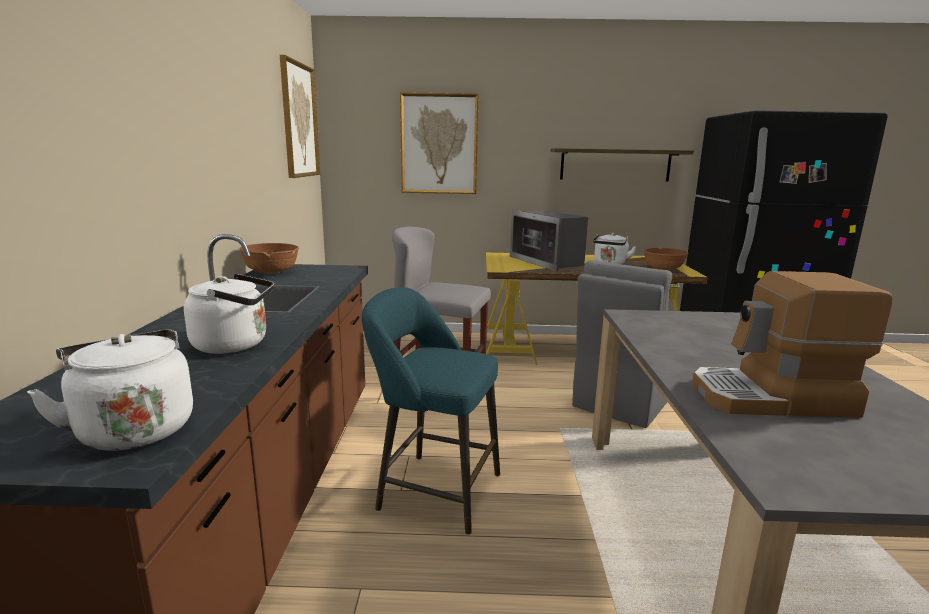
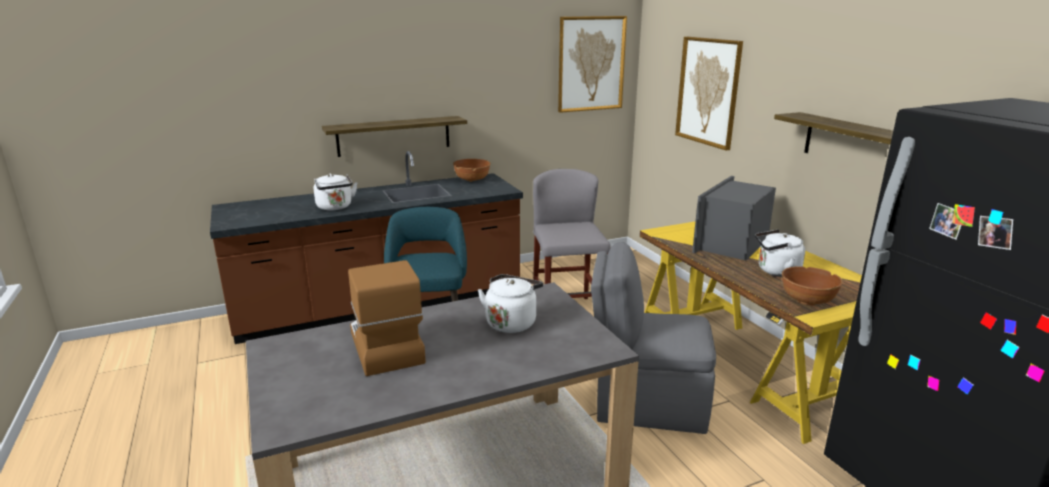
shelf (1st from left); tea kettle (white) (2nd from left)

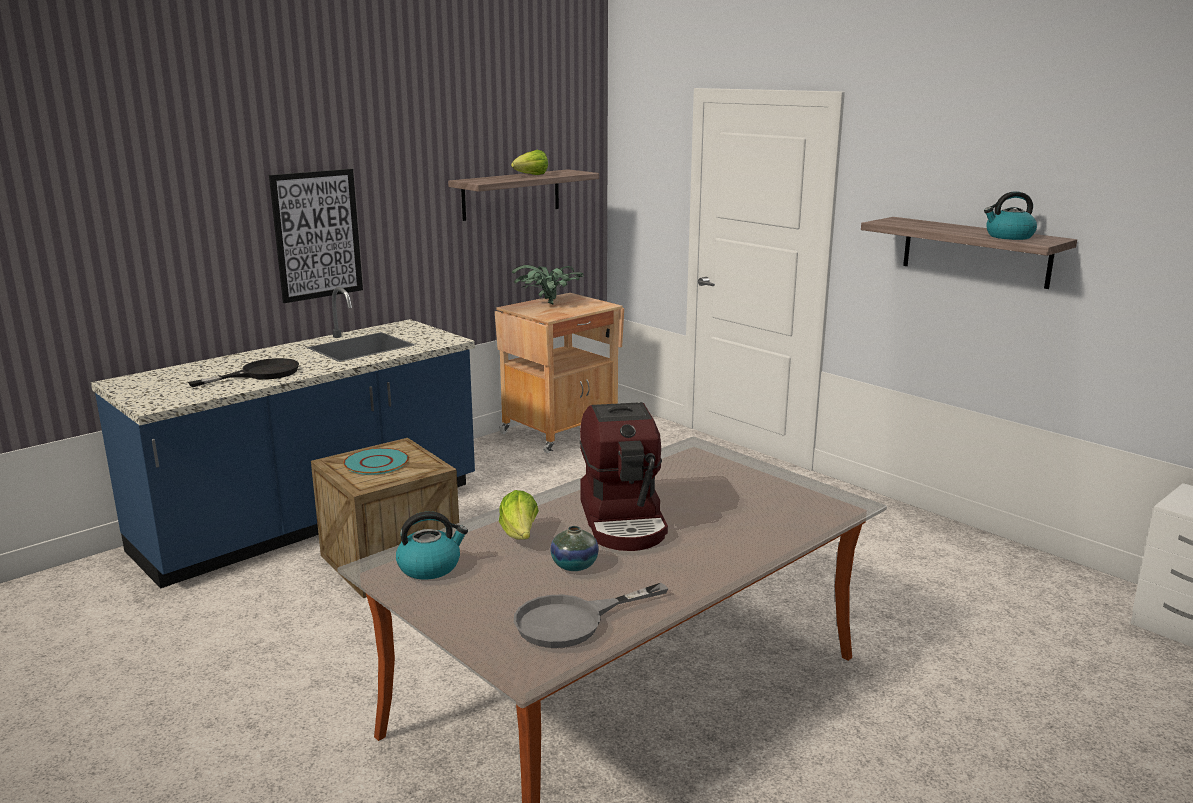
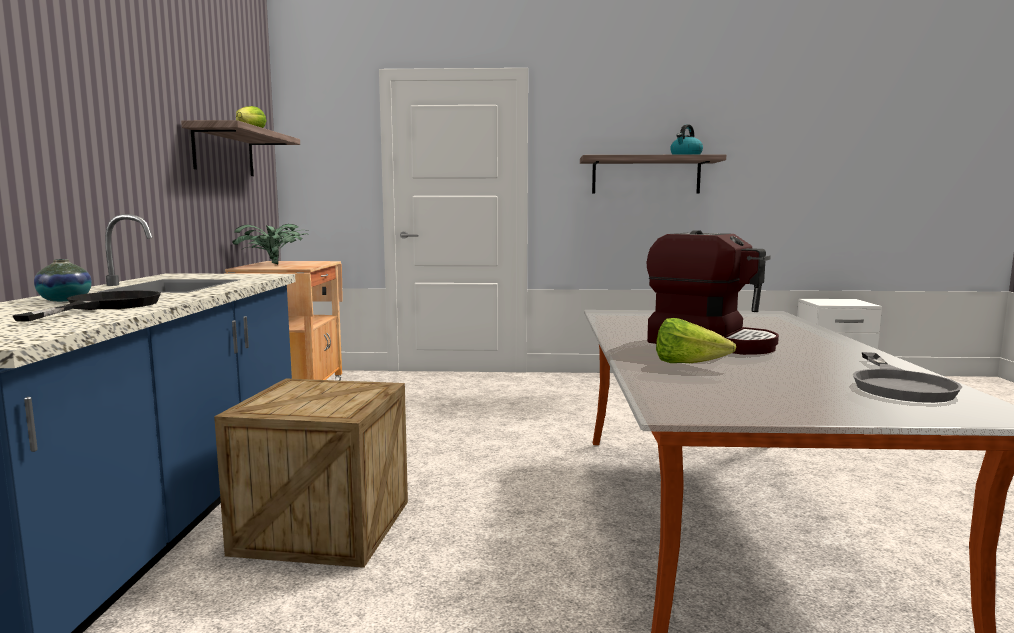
wall picture; flat dish (blue-green); tea kettle (1st from left in the first image); decorative vase

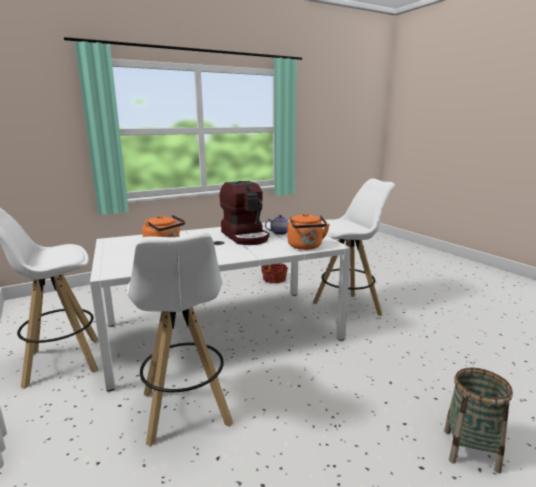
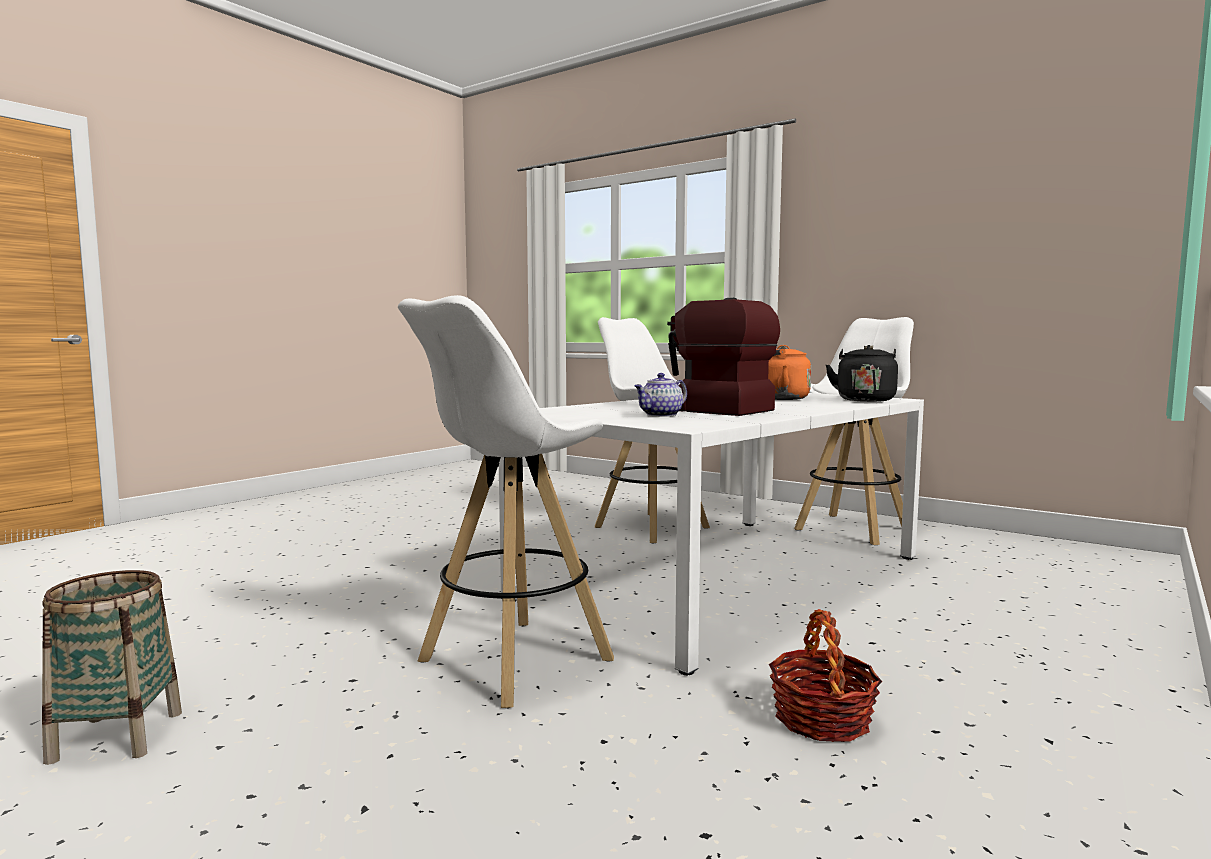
tea kettle (orange) (2nd from left in the first image); tea kettle (black-coloured); basket (1st from left)

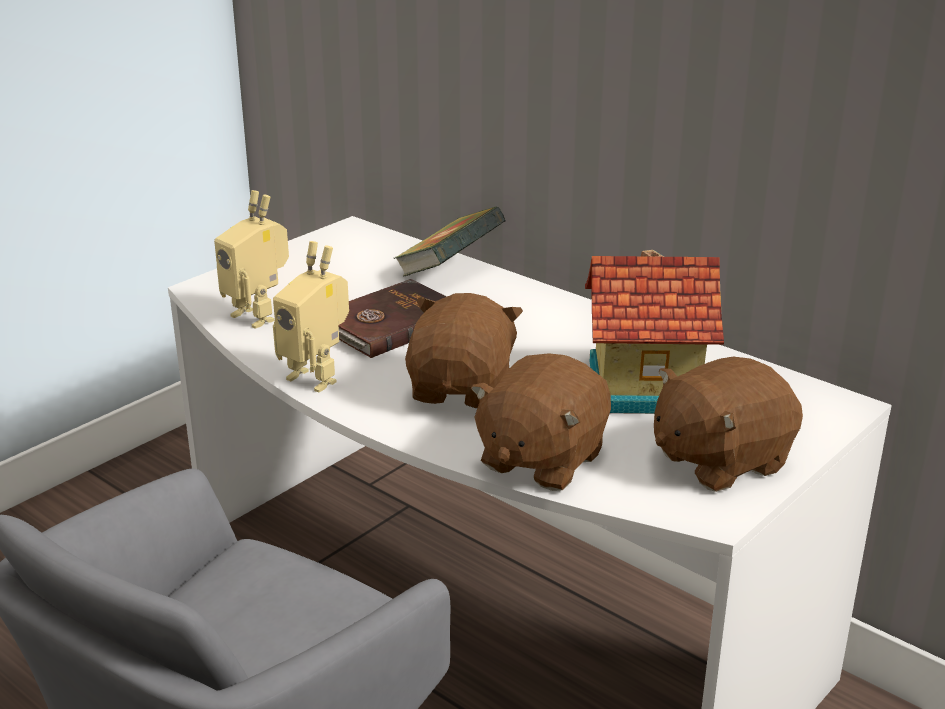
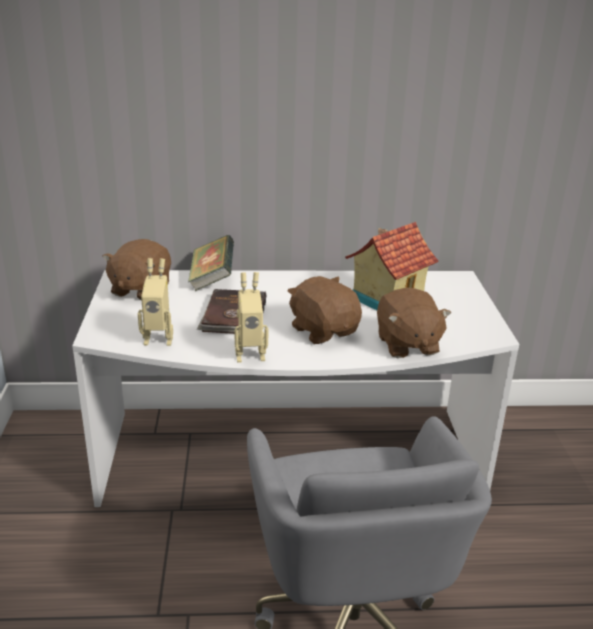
soft toy (brown) (1st from left)

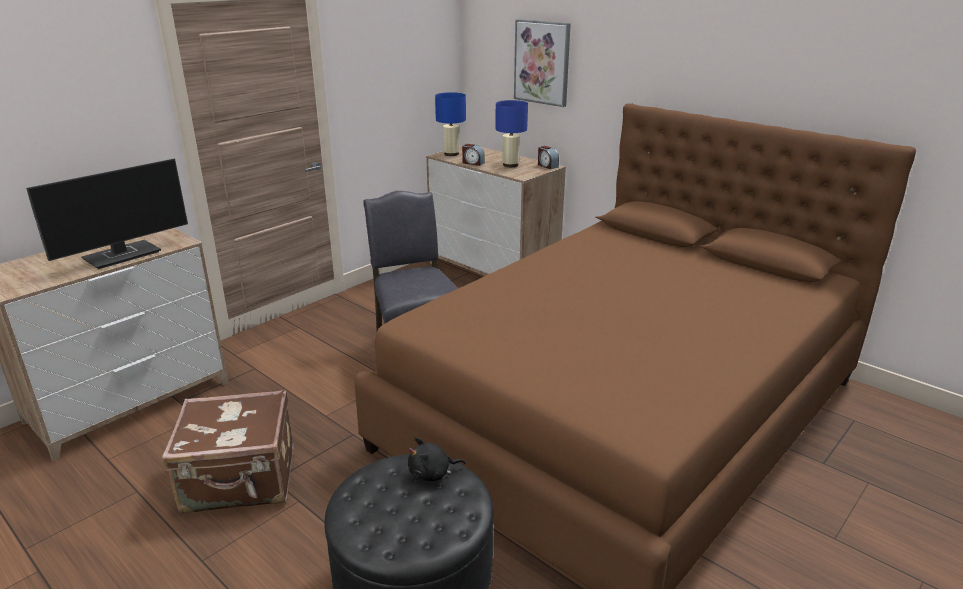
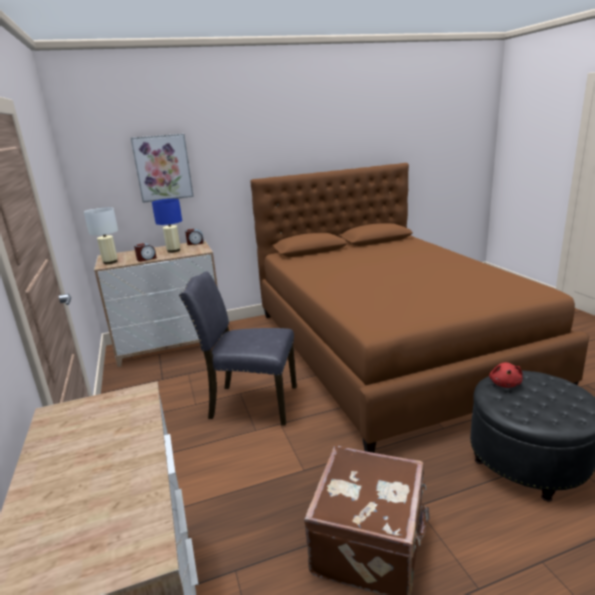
computer screen; soft toy (red-coloured); lamp for a table (white)

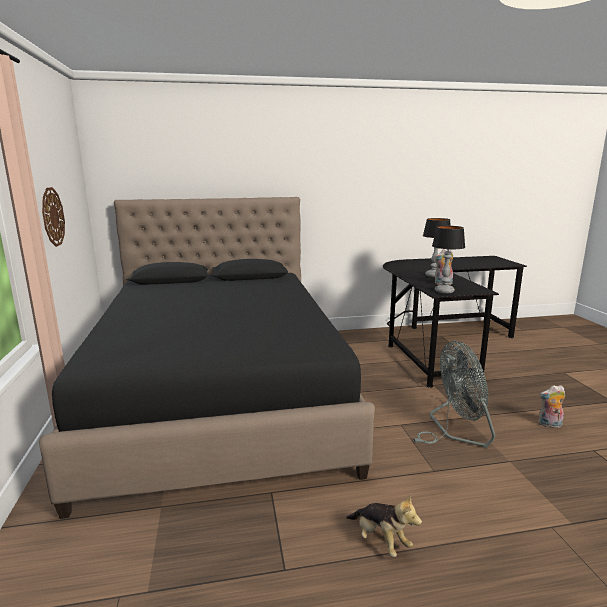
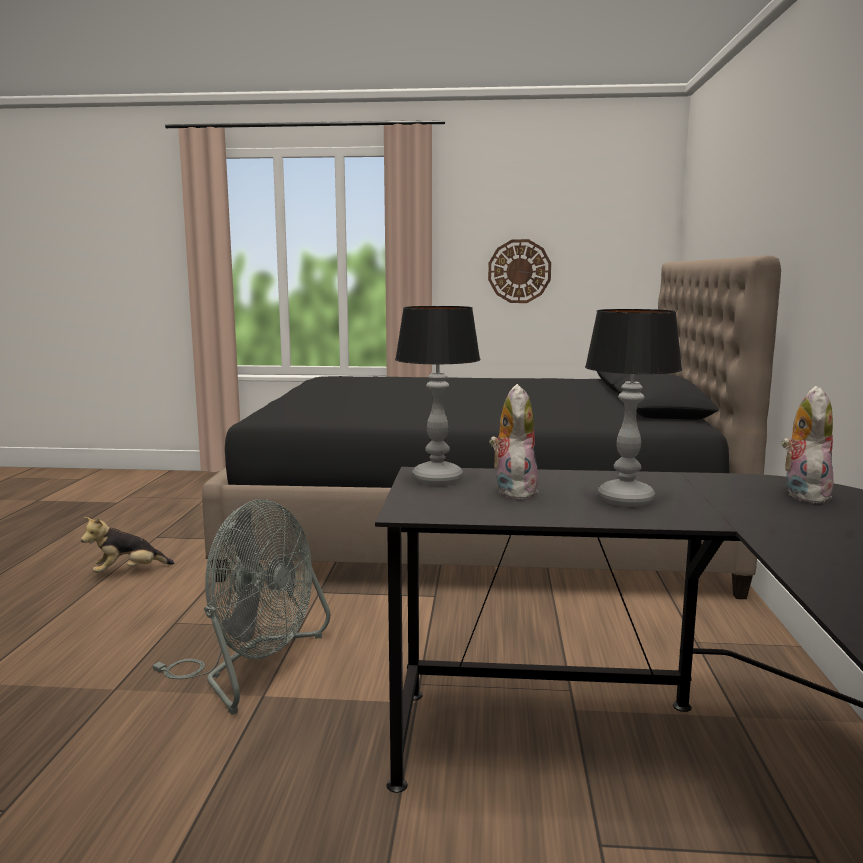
soft toy (3rd from left); cooling fan (grey)

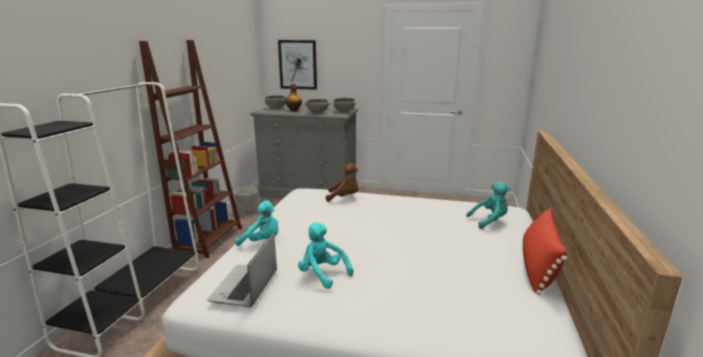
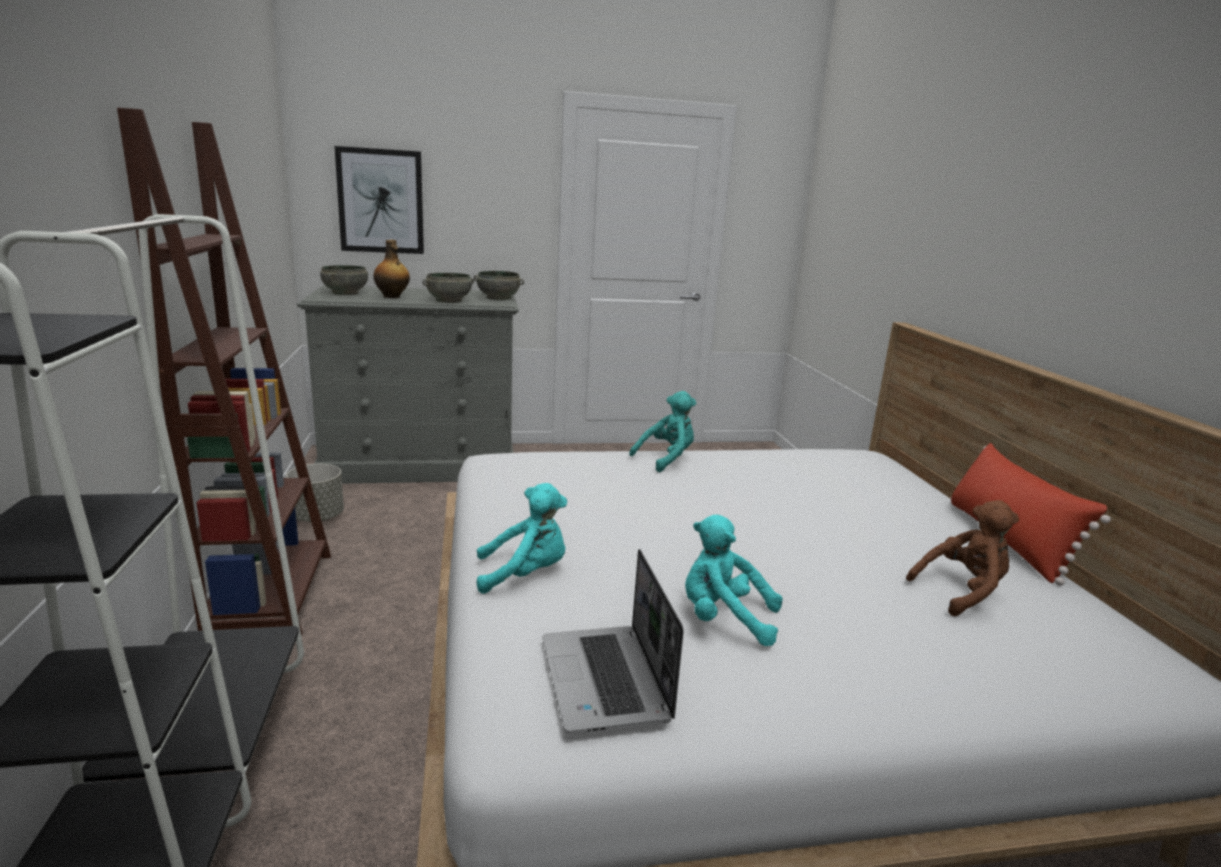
soft toy (brown); soft toy (blue-green) (2nd from left)

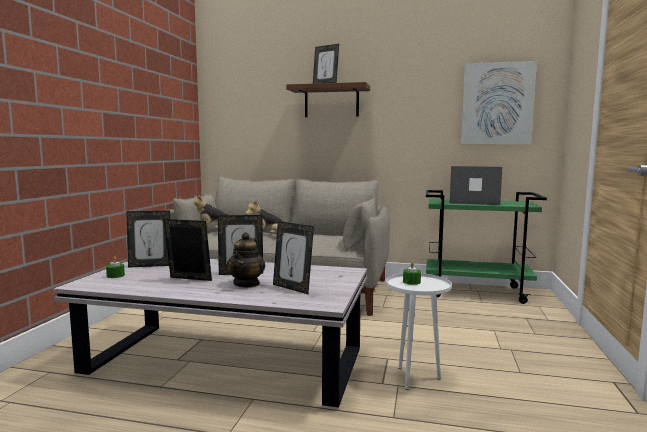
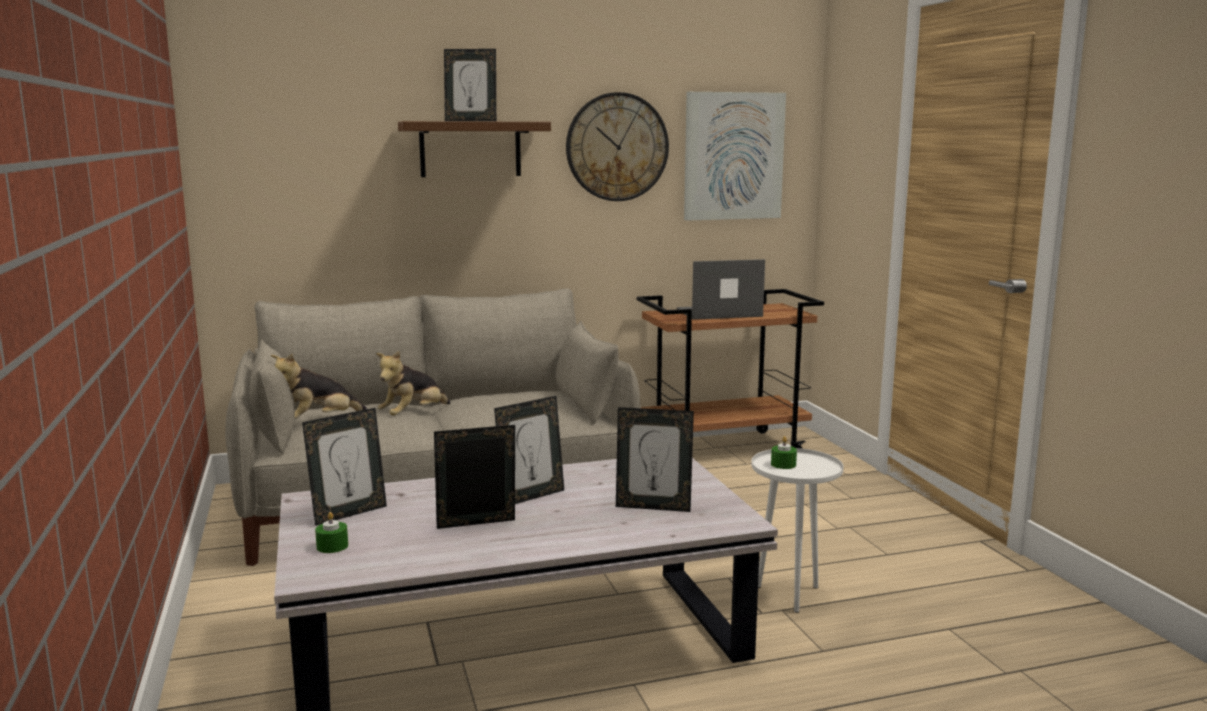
tea pot; clock on the wall; cart (brown)

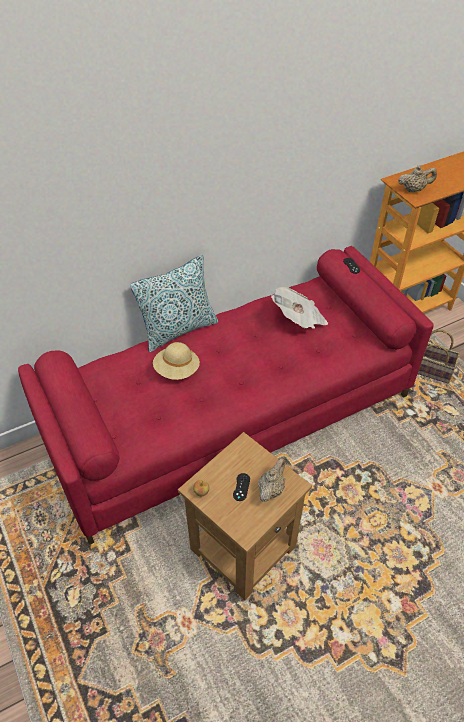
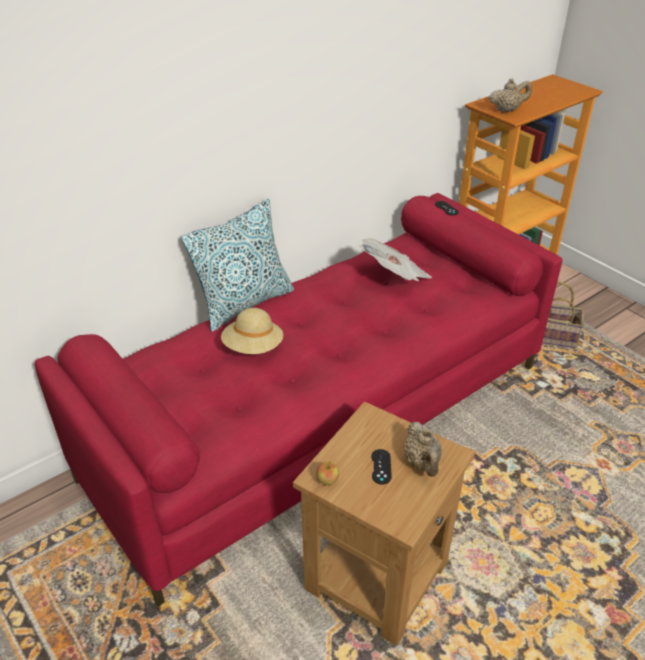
tea pot (sand-coloured) (1st from left)

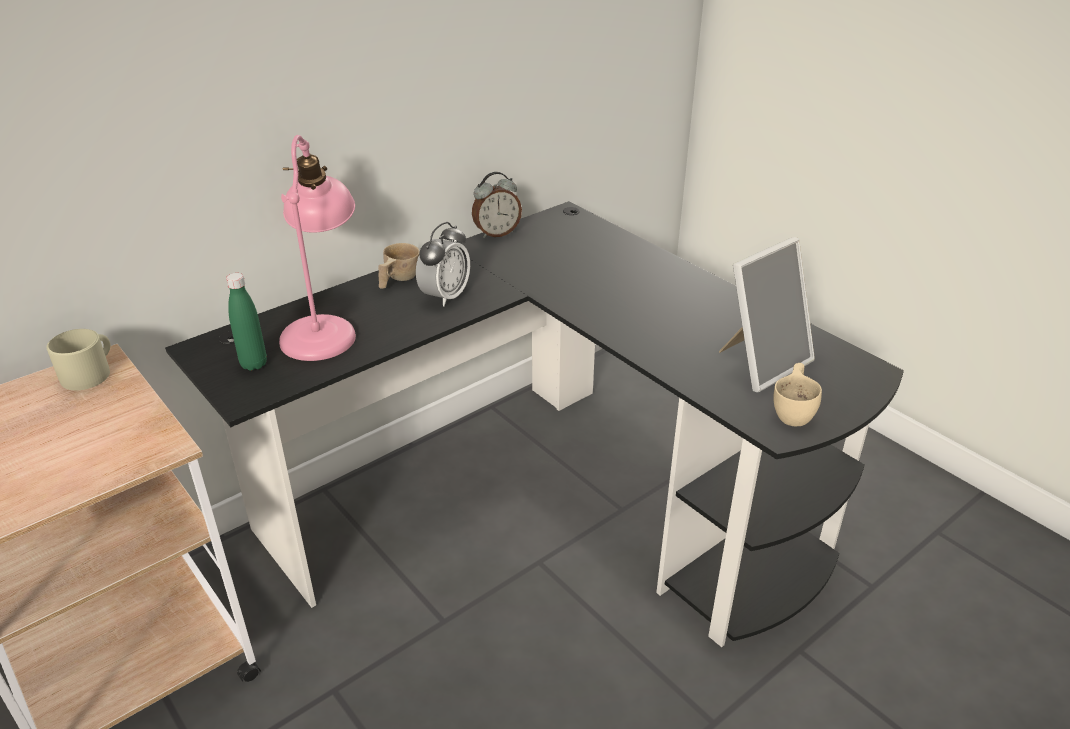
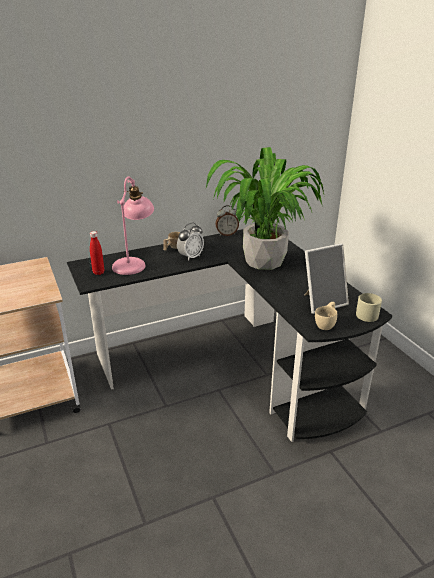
potted plant; tea mug (sand-coloured); beverage bottle (red-coloured)

